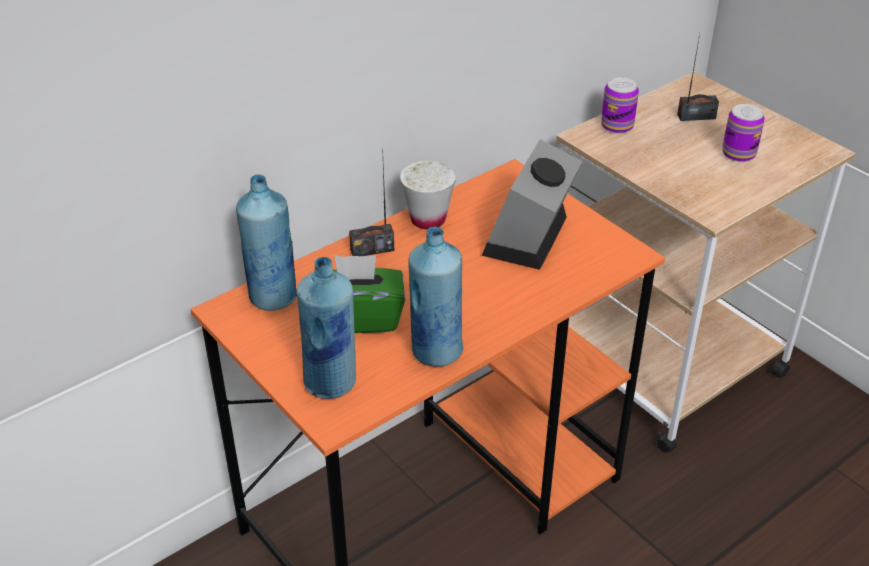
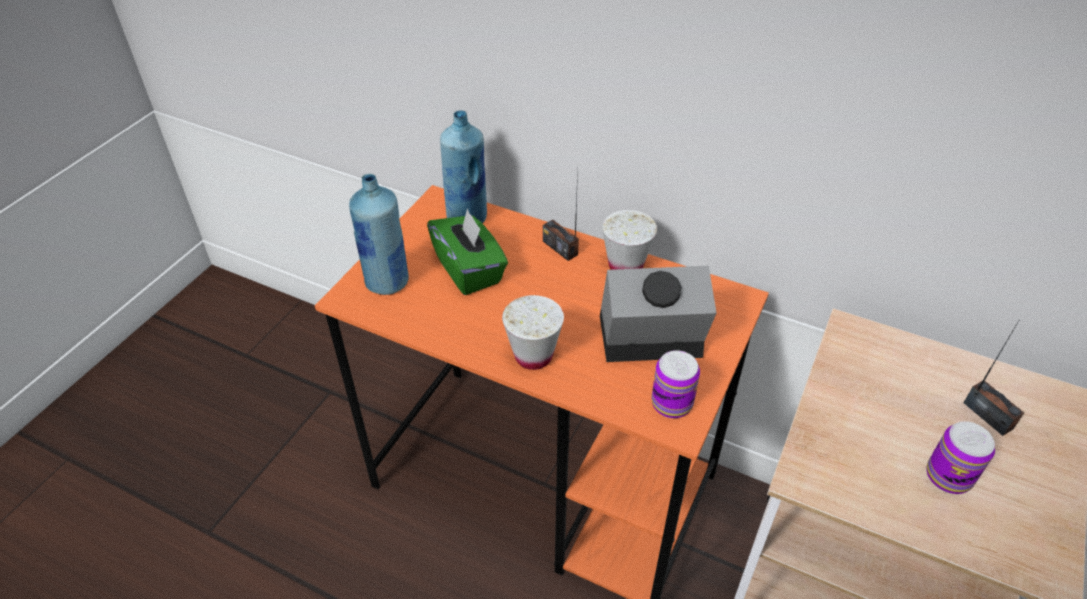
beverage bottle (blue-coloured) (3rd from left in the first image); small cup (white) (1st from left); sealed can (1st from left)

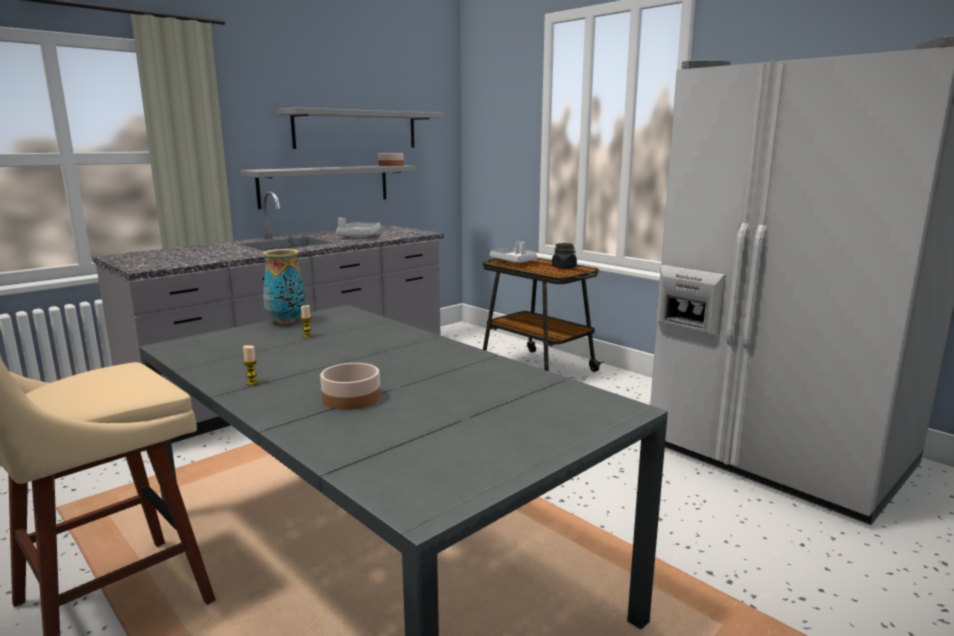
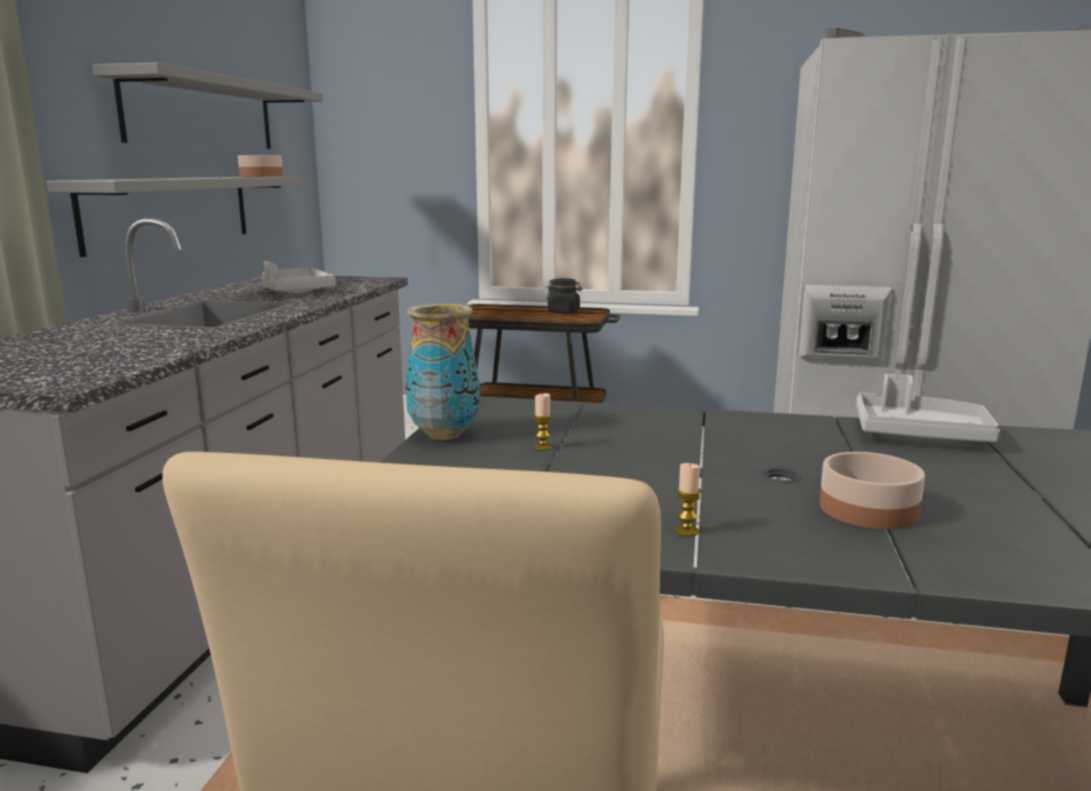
tray (grey) (2nd from left)

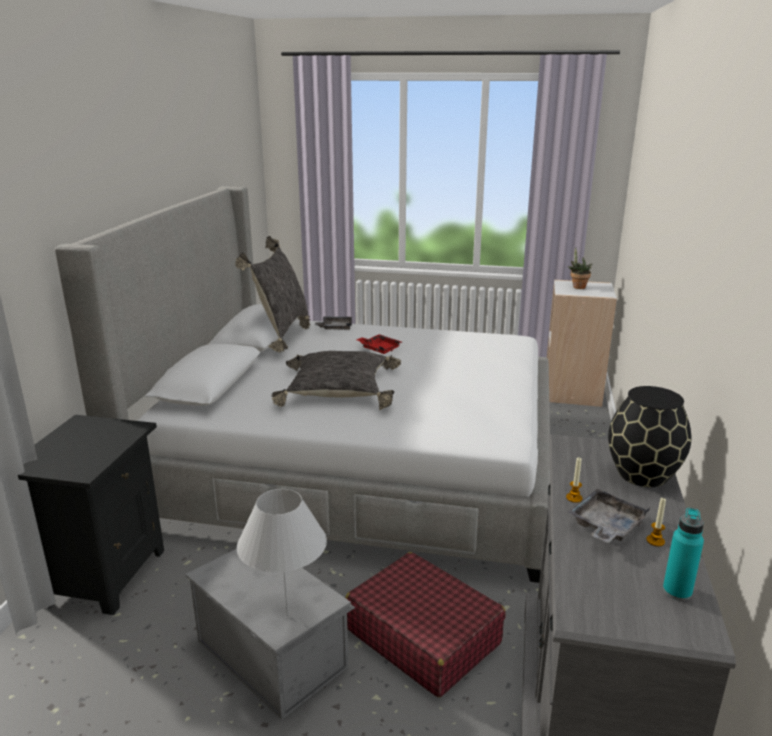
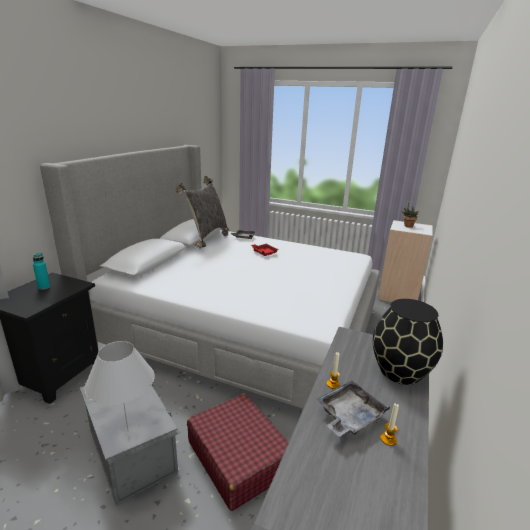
cushion (2nd from left in the first image); beverage bottle (blue-green)

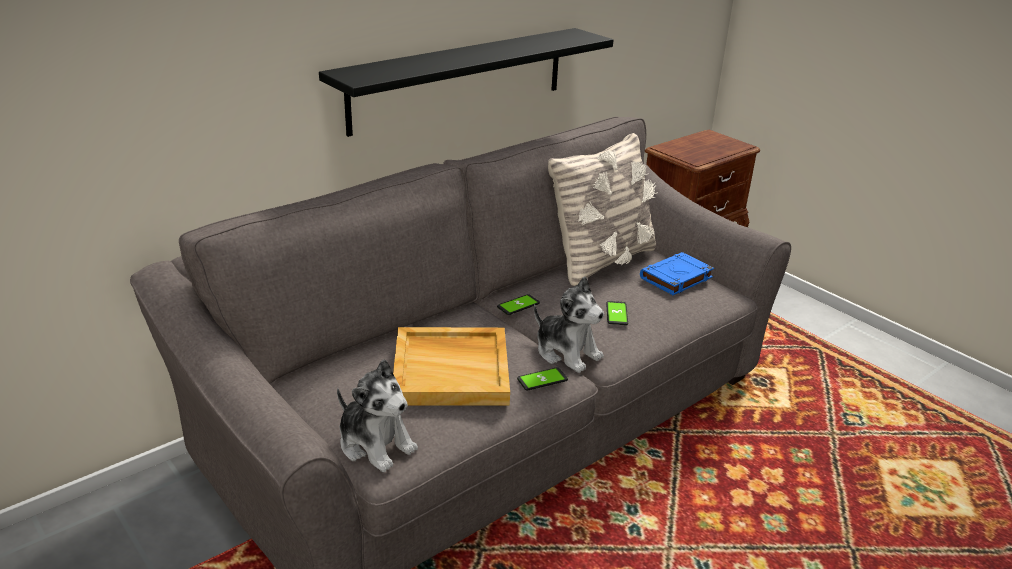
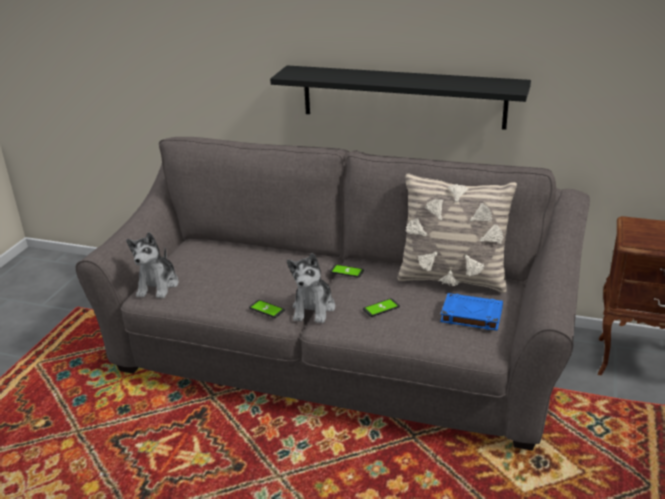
tray (sand-coloured)

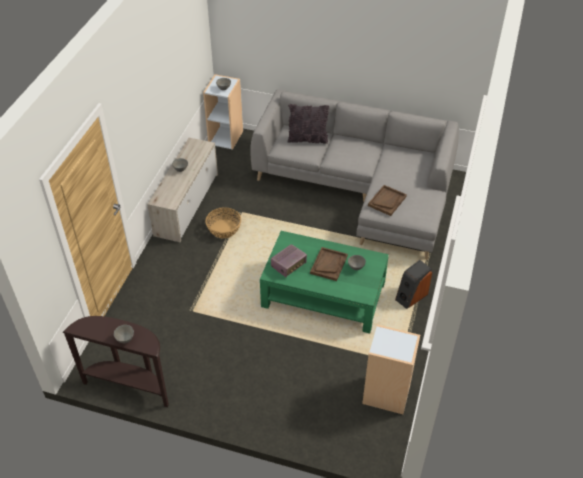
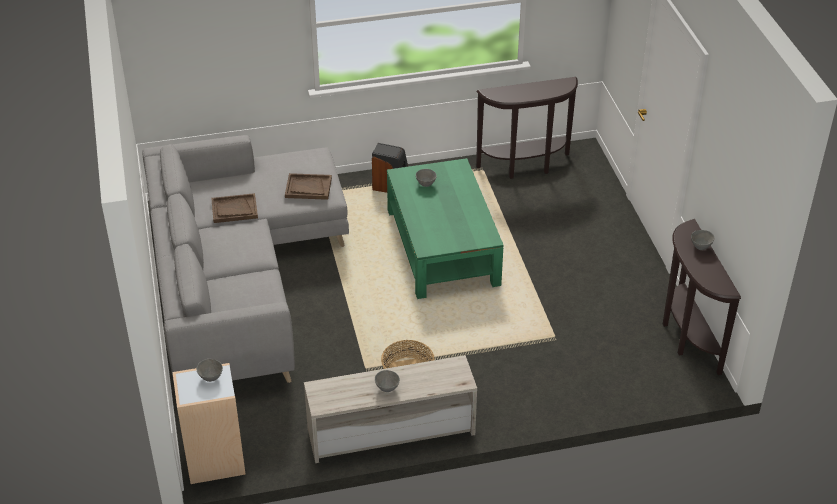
radio; cushion (black-coloured); tray (brown) (1st from left); narrow table (brown) (1st from left)

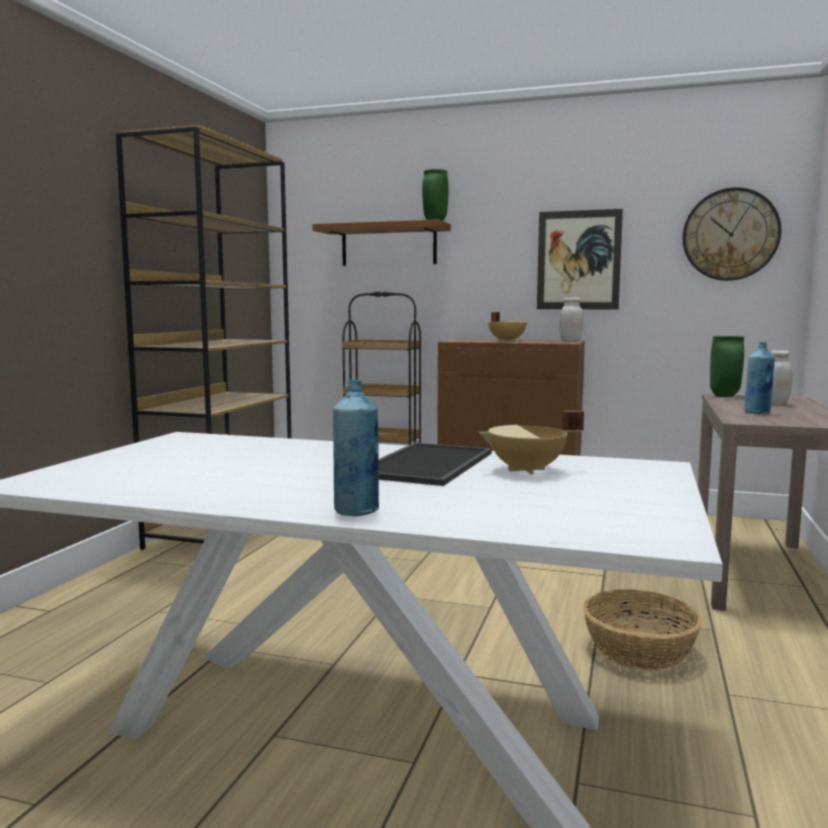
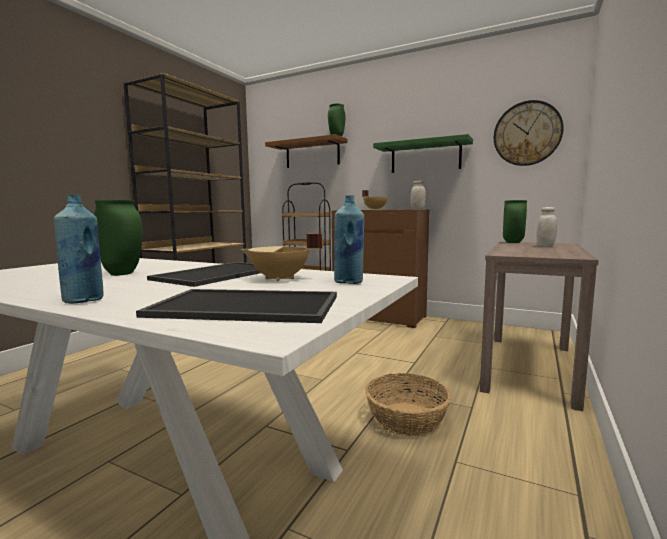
decorative vase (green-coloured) (1st from left); tray (2nd from left); beverage bottle (blue-coloured) (2nd from left); shelf (green-coloured)

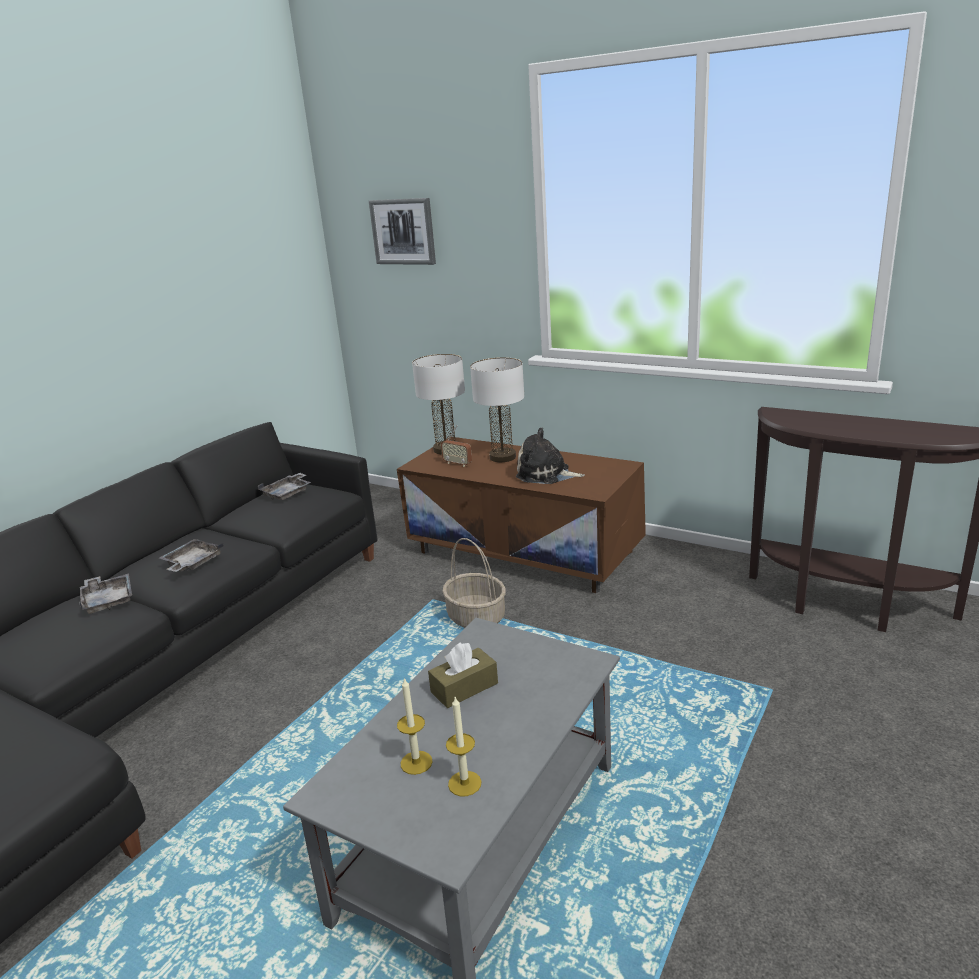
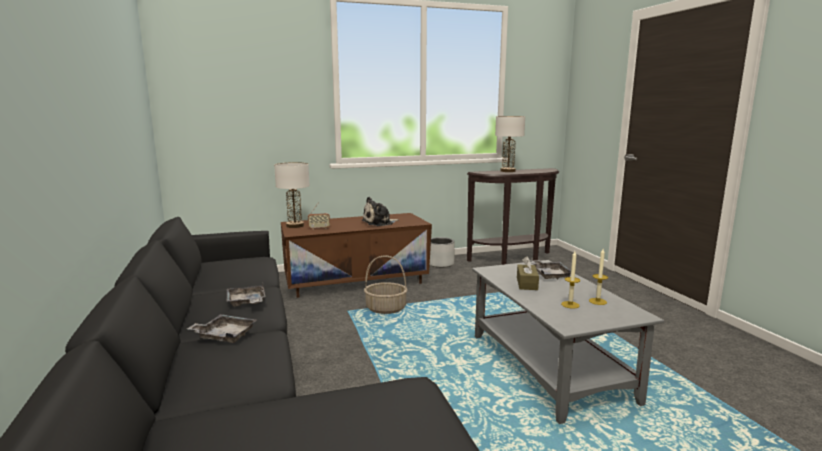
wall picture; plant pot (grey); tray (grey) (3rd from left); lamp for a table (2nd from left)

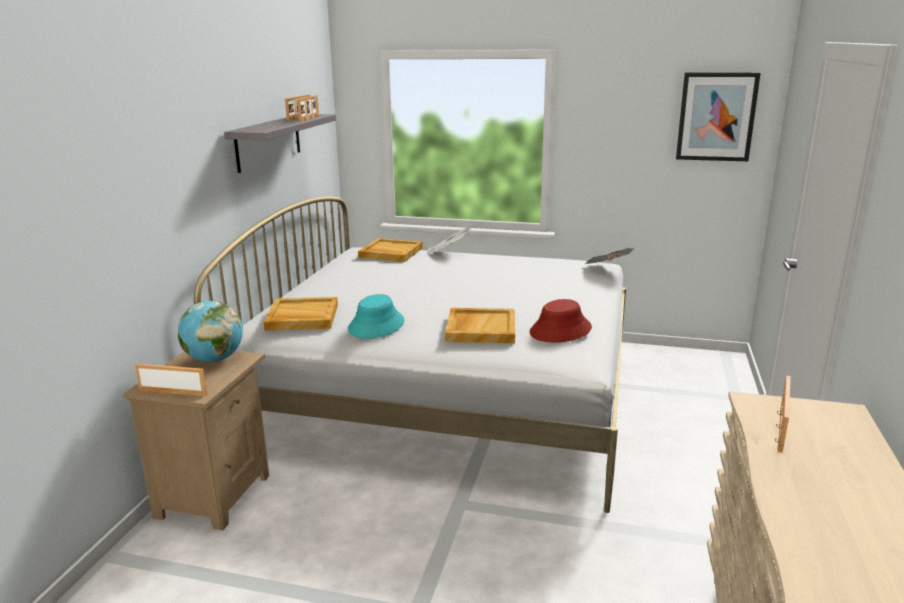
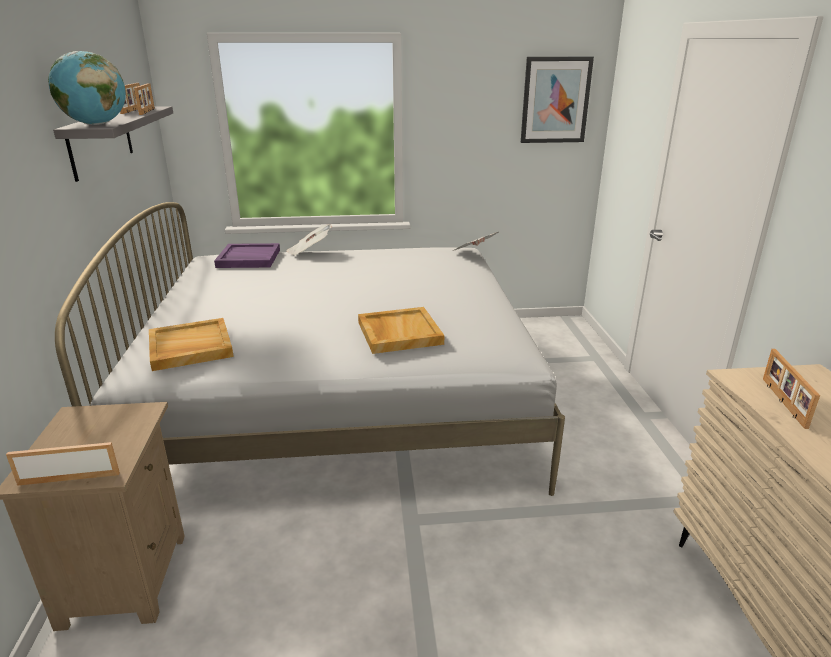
hat (blue-green); hat (red-coloured); globe; tray (purple)

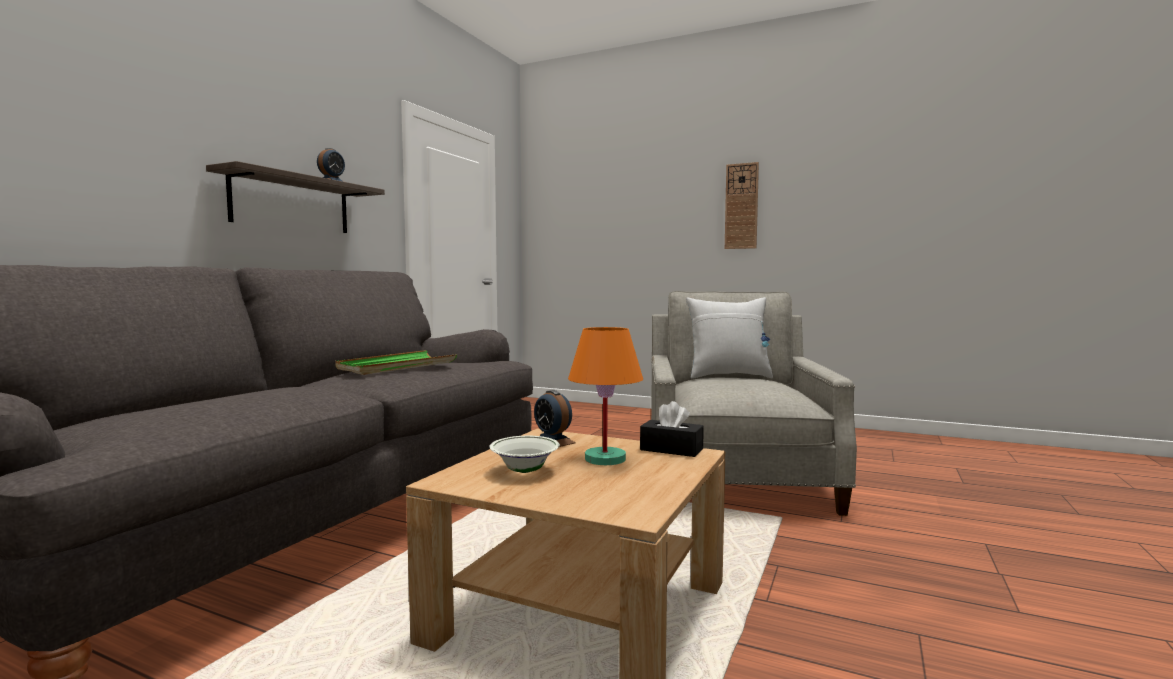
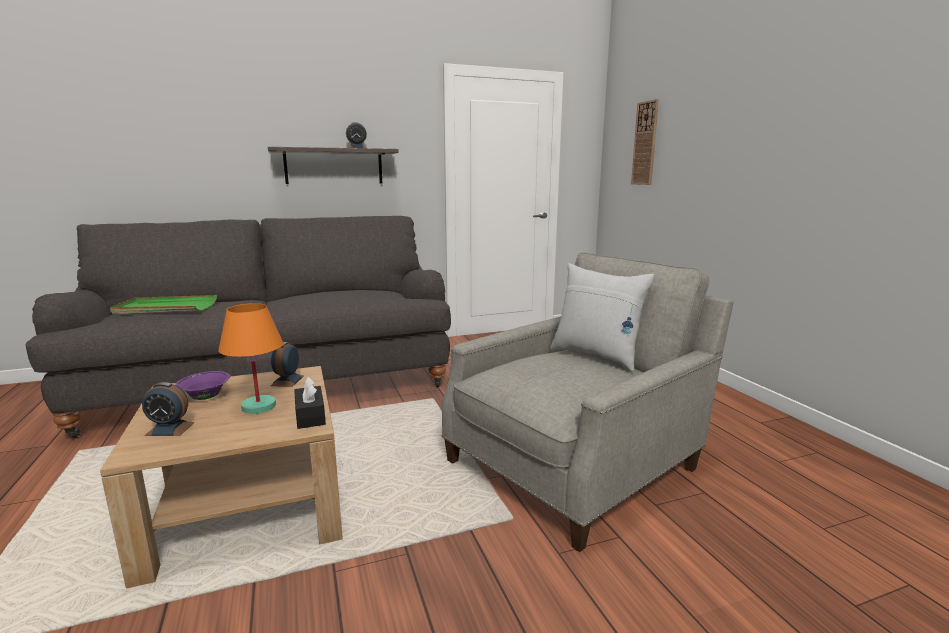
table clock (1st from left); tray (green-coloured); clock on the wall; deep dish (purple)

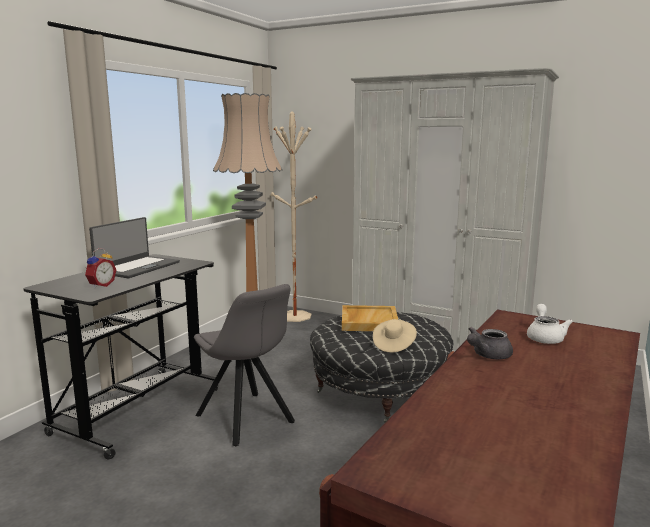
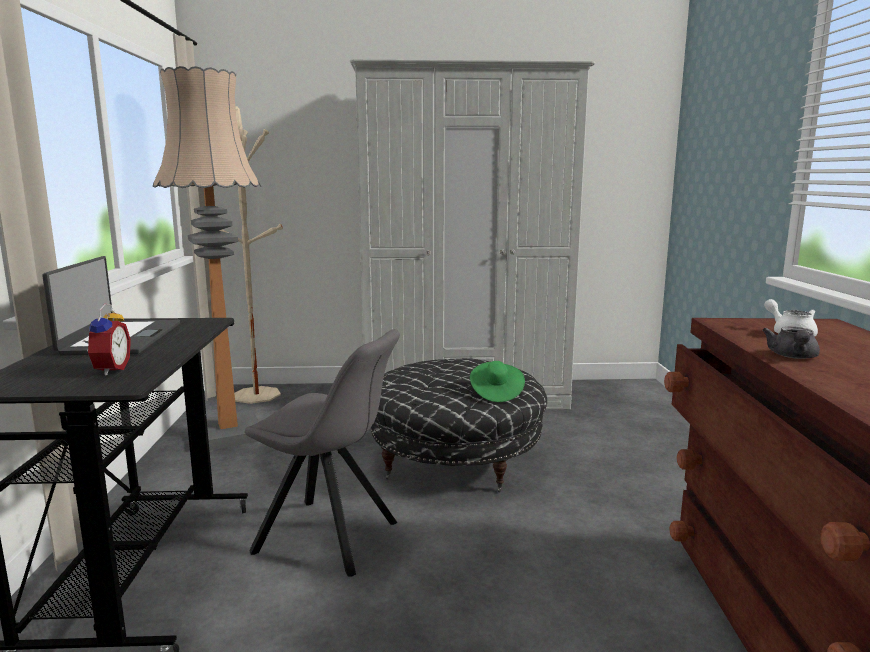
tray (sand-coloured); hat (green-coloured)

